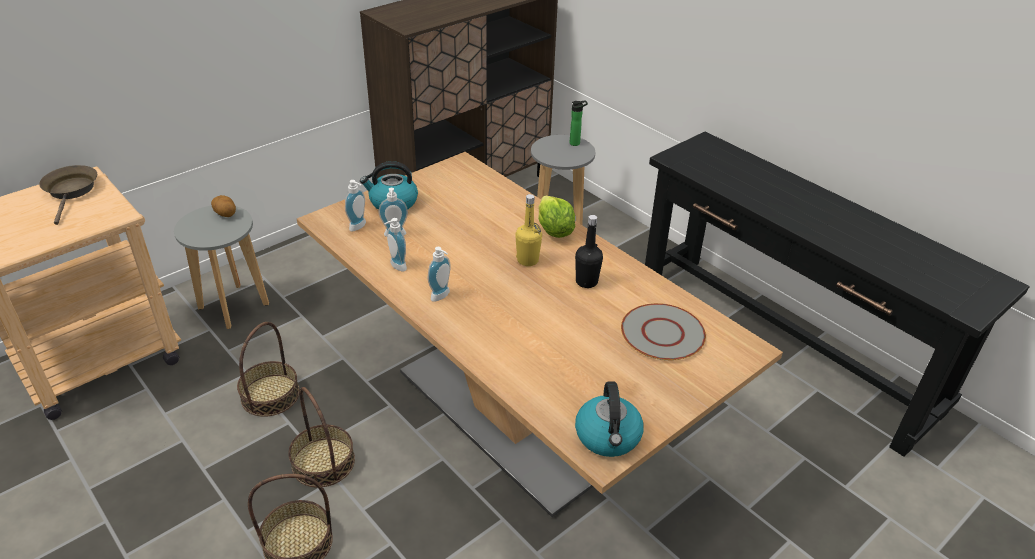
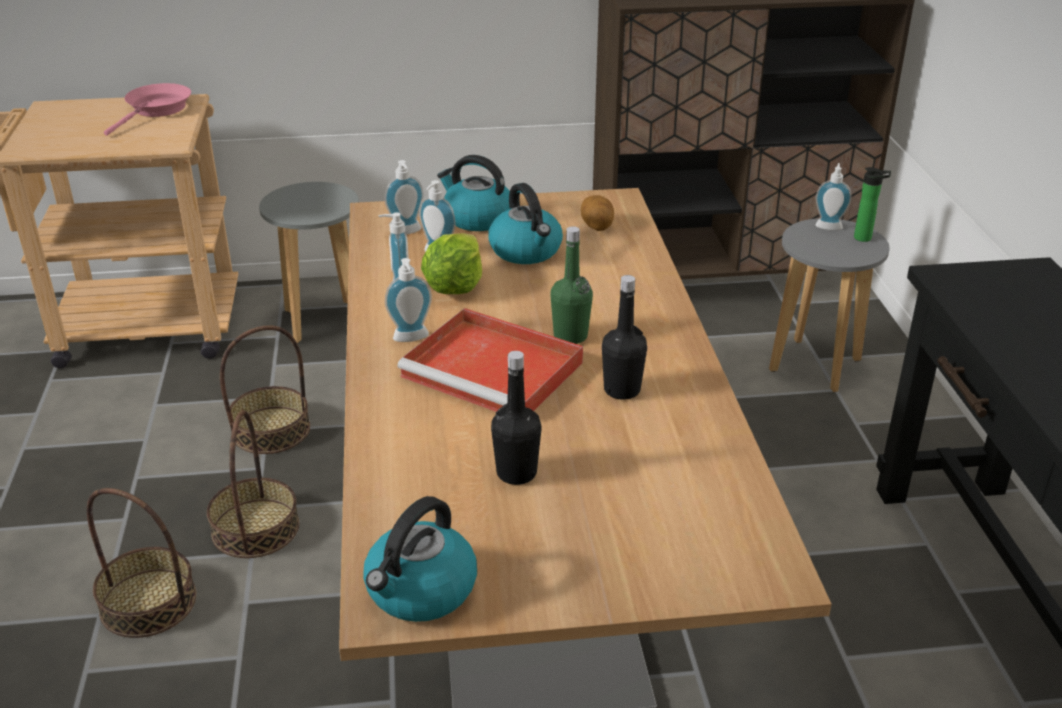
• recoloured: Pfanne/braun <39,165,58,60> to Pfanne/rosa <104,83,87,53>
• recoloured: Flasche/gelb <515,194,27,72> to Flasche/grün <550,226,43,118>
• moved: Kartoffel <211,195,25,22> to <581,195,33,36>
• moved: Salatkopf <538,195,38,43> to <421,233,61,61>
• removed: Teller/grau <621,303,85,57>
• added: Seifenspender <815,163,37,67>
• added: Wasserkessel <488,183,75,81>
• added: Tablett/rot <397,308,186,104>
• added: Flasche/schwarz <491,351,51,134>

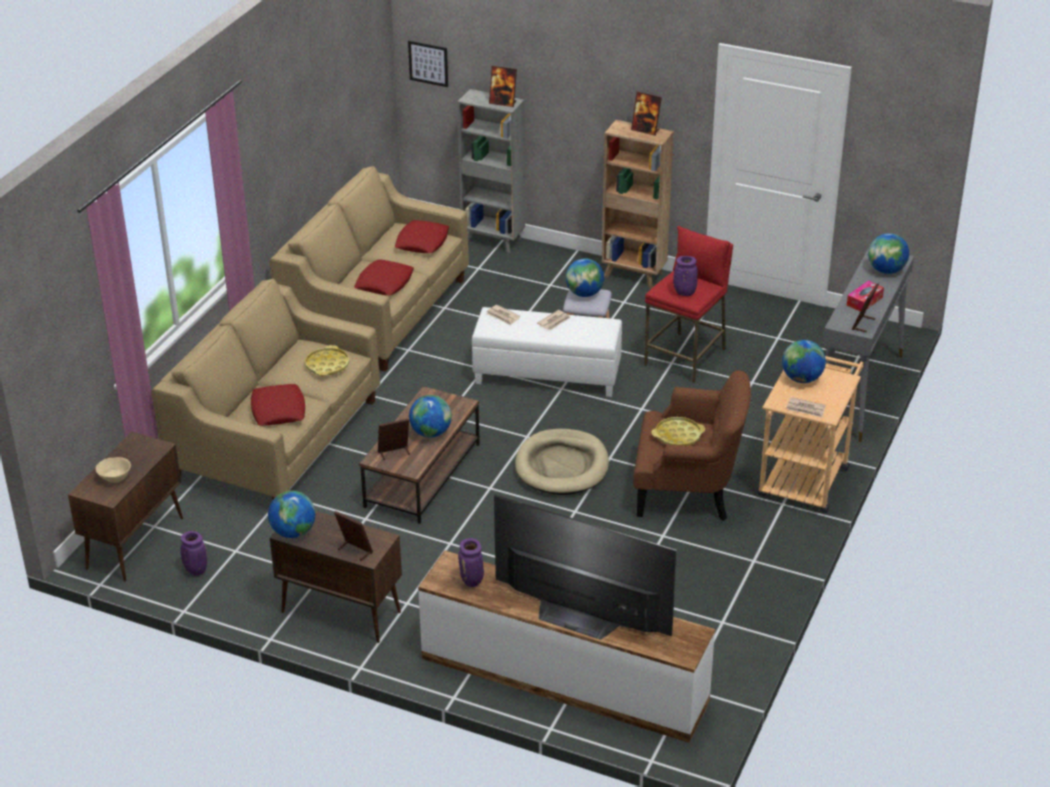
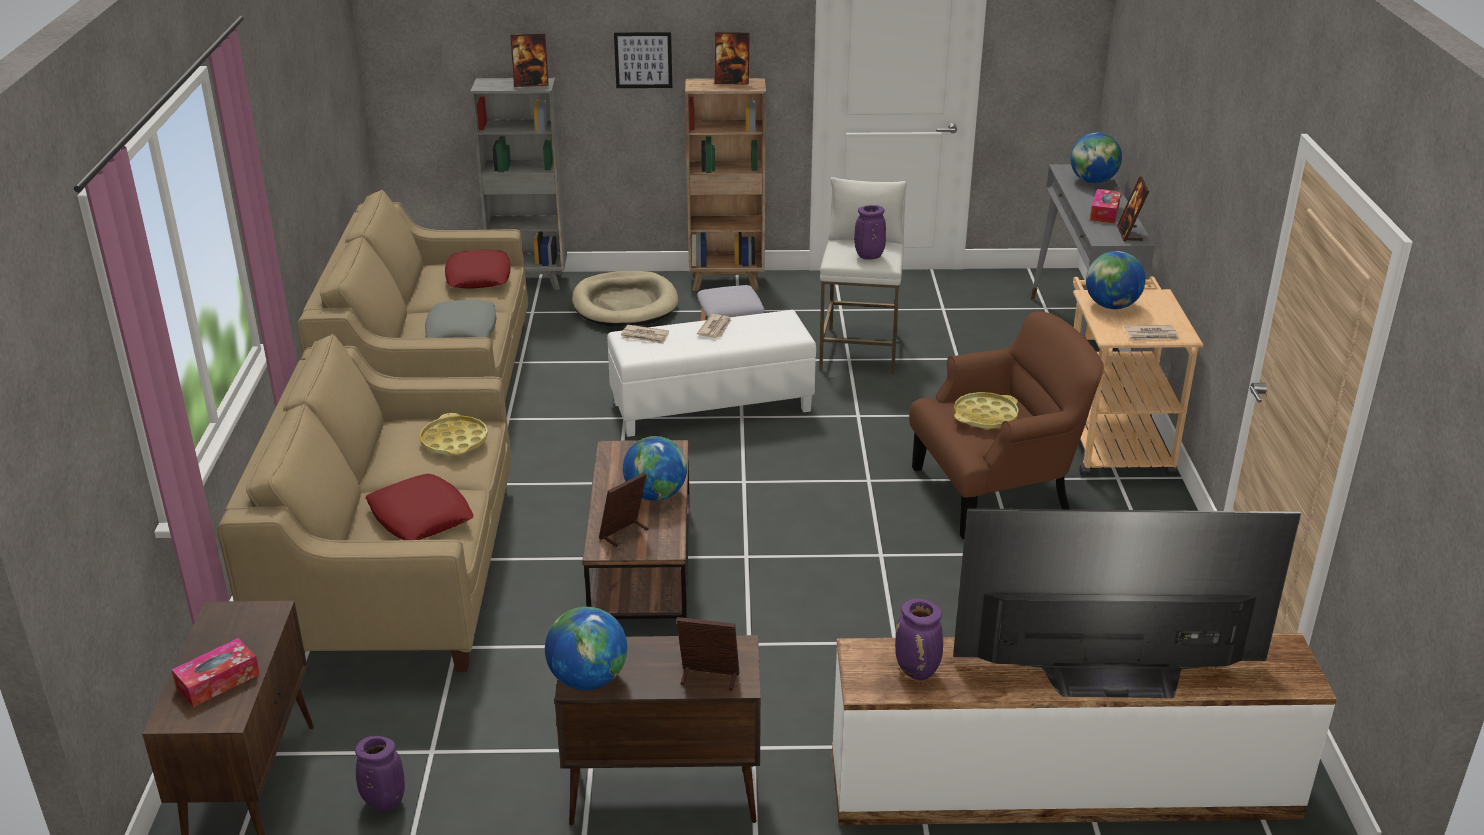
• moved: Bild <408,41,40,46> to <614,32,58,56>
• recoloured: Hocker/rot <644,226,89,157> to Hocker/weiß <819,177,88,197>
• removed: Globus <566,258,38,39>
• recoloured: Kissen/rot <354,260,60,36> to Kissen/grau <425,300,71,38>
• moved: Hundebett/beige <515,429,94,66> to <572,271,106,55>
• replaced: Schüssel/beige <96,457,35,26> to Taschentuchbox <172,638,88,69>

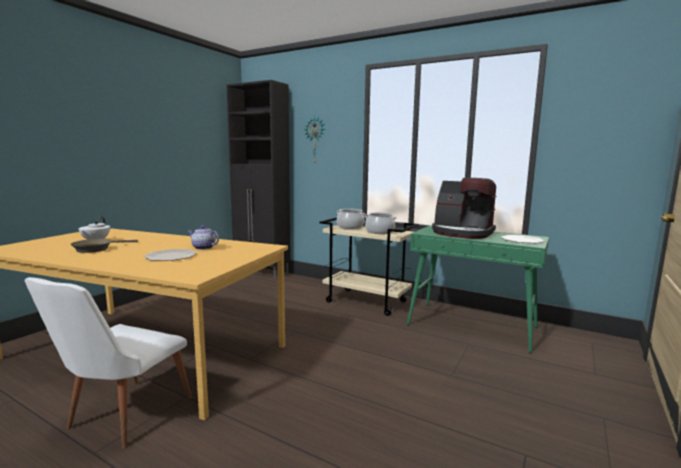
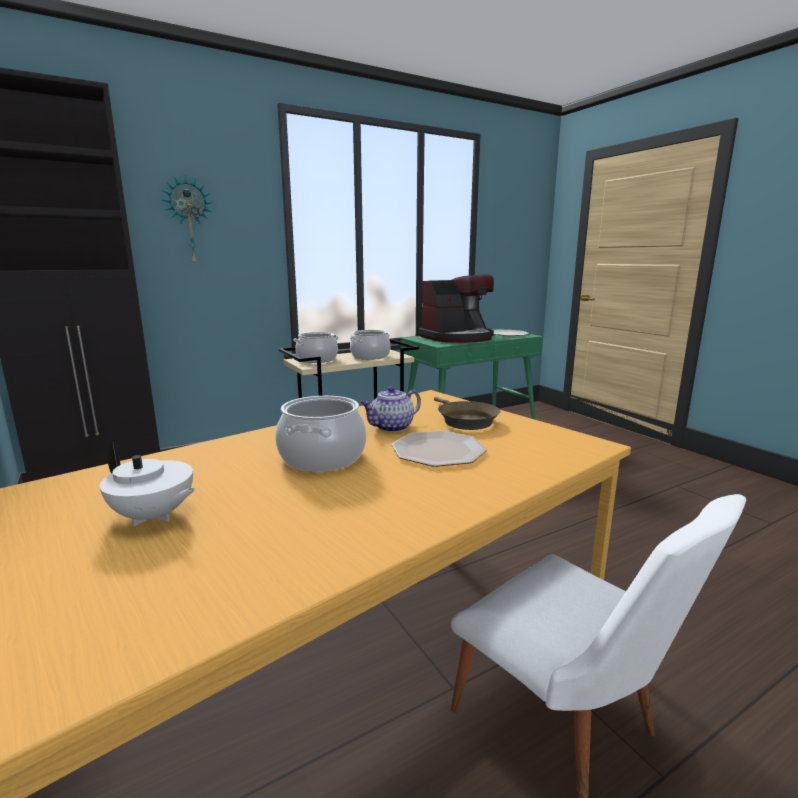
• moved: Pfanne/braun <70,239,68,14> to <434,397,66,33>
• added: Kochtopf <275,396,91,76>

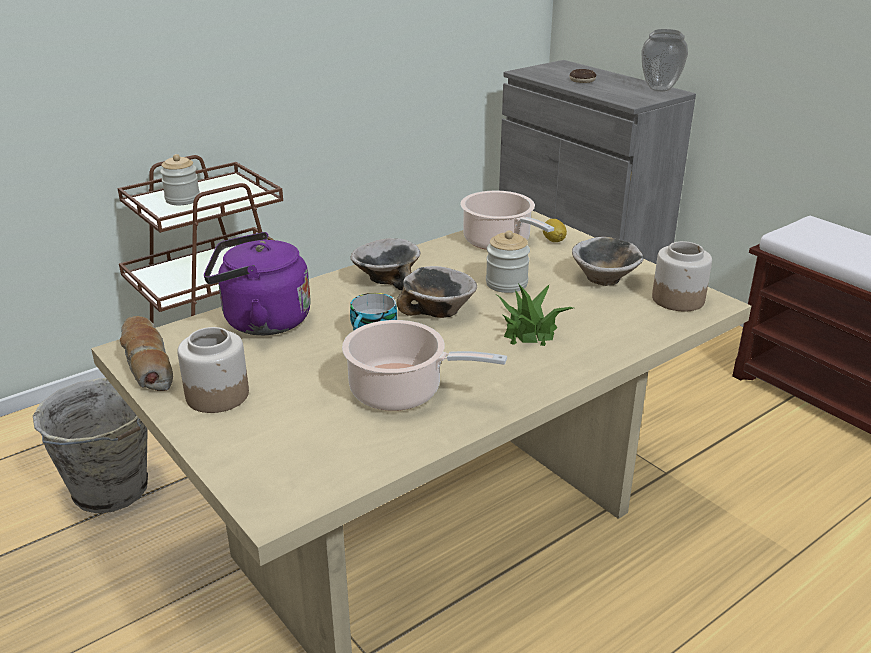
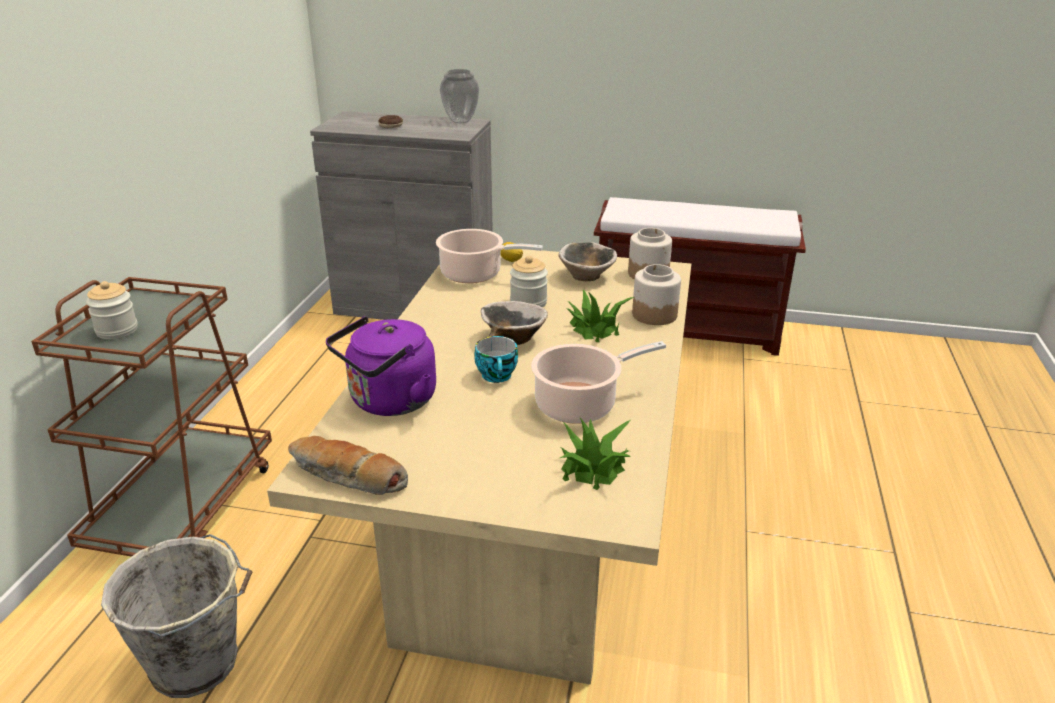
• removed: Schüssel <351,238,70,52>
• moved: Vorratsglas <177,327,72,86> to <632,264,49,61>
• added: Topfpflanze <559,418,72,72>

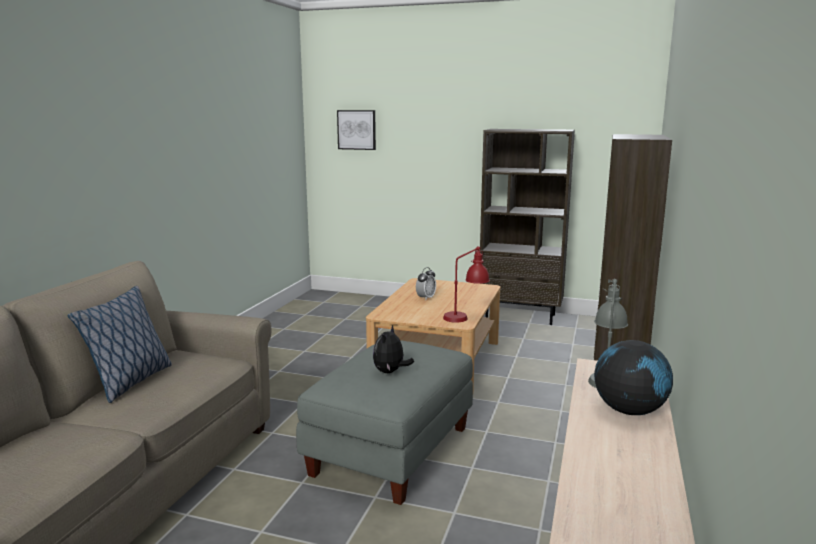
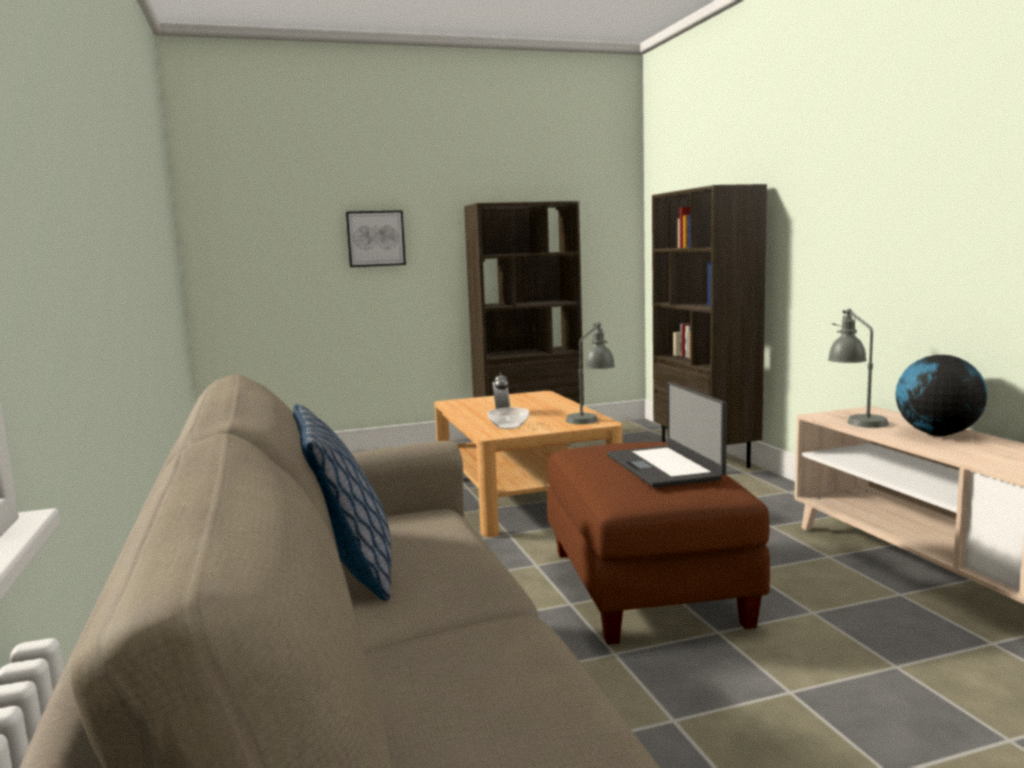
• moved: Bild <337,110,39,40> to <346,210,60,57>
• recoloured: Tischlampe/rot <443,246,47,77> to Tischlampe/grau <566,322,49,102>
• replaced: Plüschtier <373,325,41,48> to Laptop <607,382,120,106>
• recoloured: Polsterhocker/grau <296,340,177,165> to Polsterhocker/braun <547,442,223,203>
• added: Schüssel <487,407,42,22>

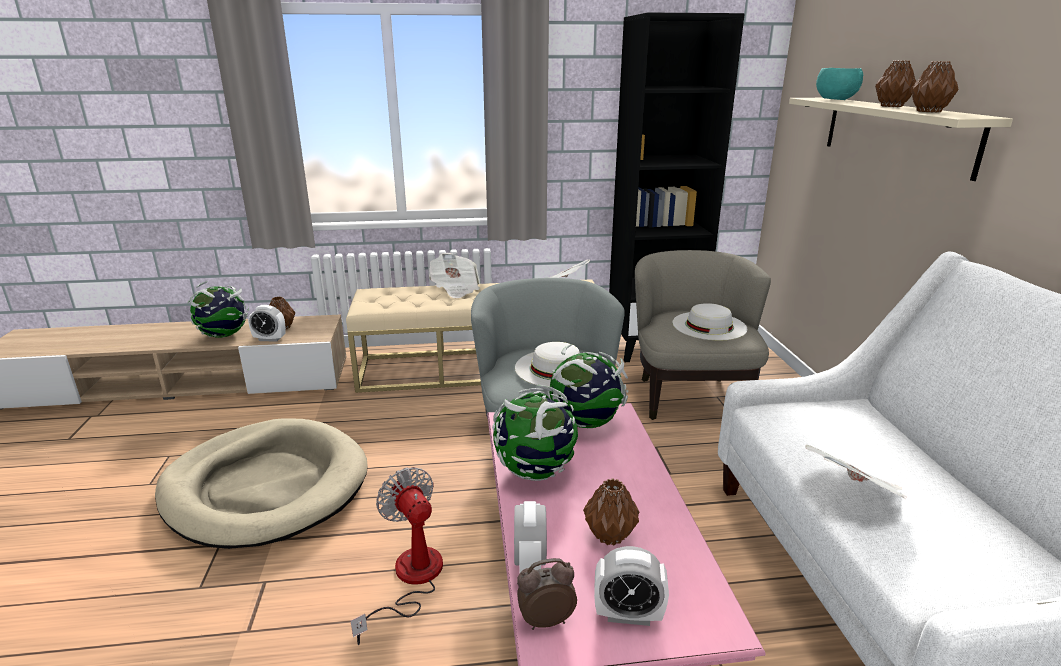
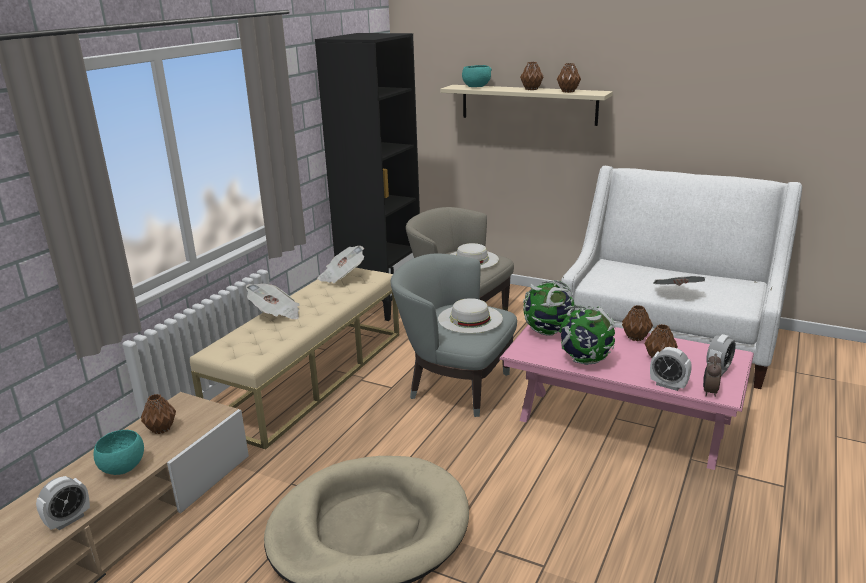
• replaced: Globus <187,281,62,57> to Schüssel/türkis <94,430,50,45>
• moved: Wecker <248,305,38,37> to <36,476,54,54>
• removed: Ventilator <350,467,93,178>
• added: Vase/braun <622,305,31,36>

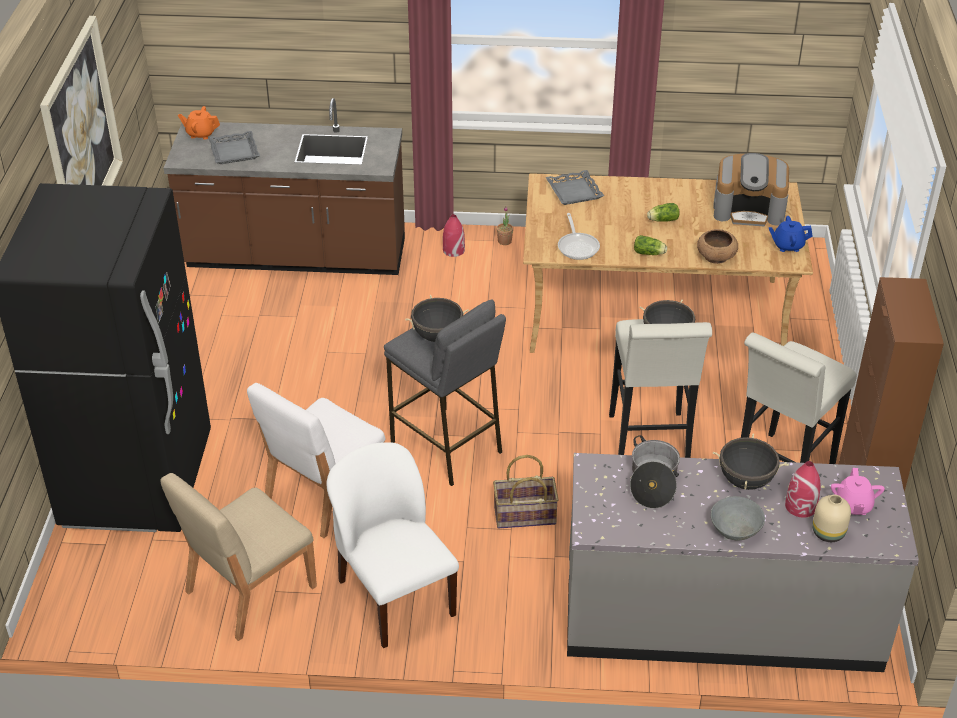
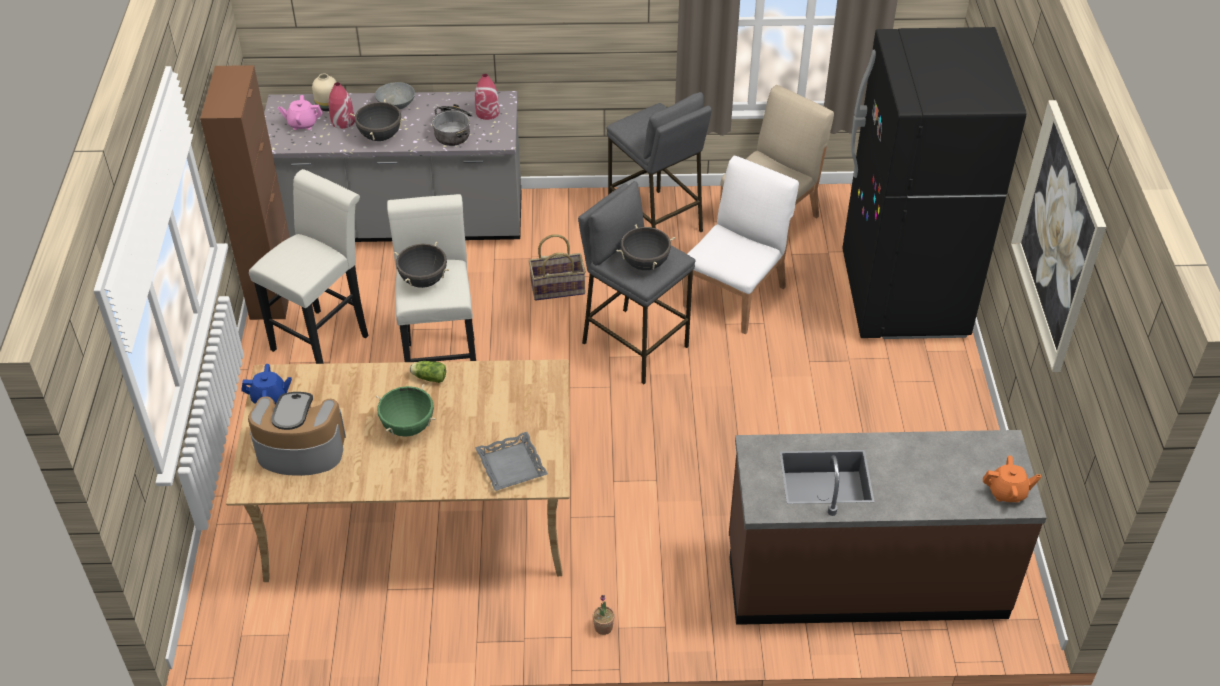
• removed: Tablett/grau <208,131,52,33>
• replaced: Salatkopf <647,203,32,19> to Kochtopf/grün <376,384,60,53>
• removed: Pfanne <558,213,42,47>
• moved: Vase/rot <443,214,22,43> to <475,74,24,46>
• removed: Schüssel/braun <697,229,41,35>
• replaced: Stuhl/weiß <326,442,133,206> to Hocker/grau <606,92,106,140>
• turned: Teekanne/rosa <831,468,54,47> = <278,95,45,35> 90 degrees counterclockwise

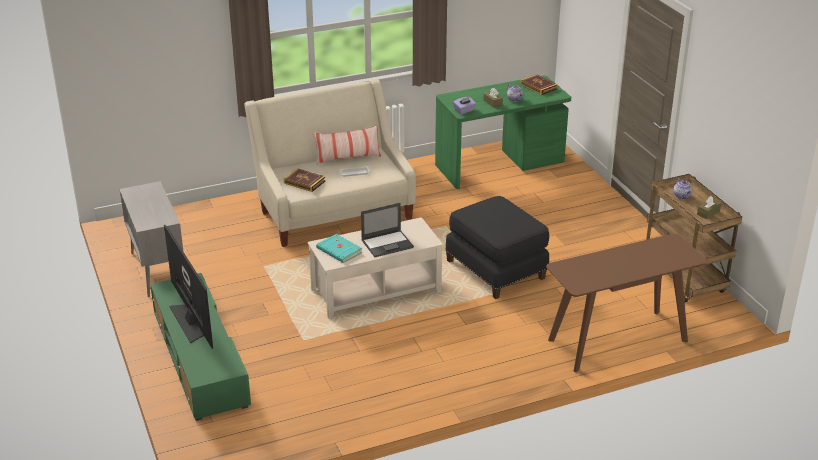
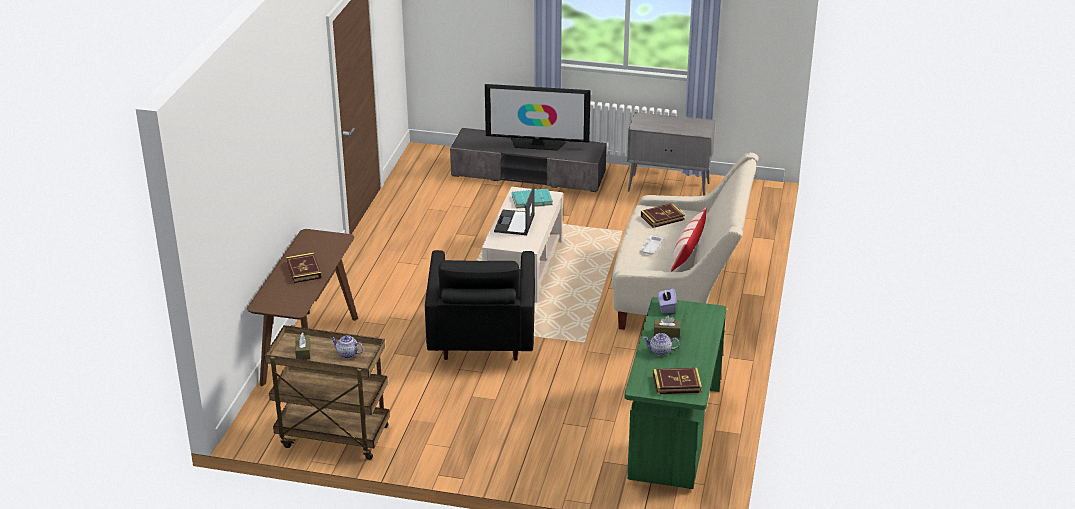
• replaced: Polsterhocker/schwarz <445,196,104,103> to Sessel/schwarz <425,250,110,111>
• recoloured: Fernsehschrank/grün <150,273,101,148> to Fernsehschrank/grau <450,128,156,64>
• added: Buch <286,252,36,31>

